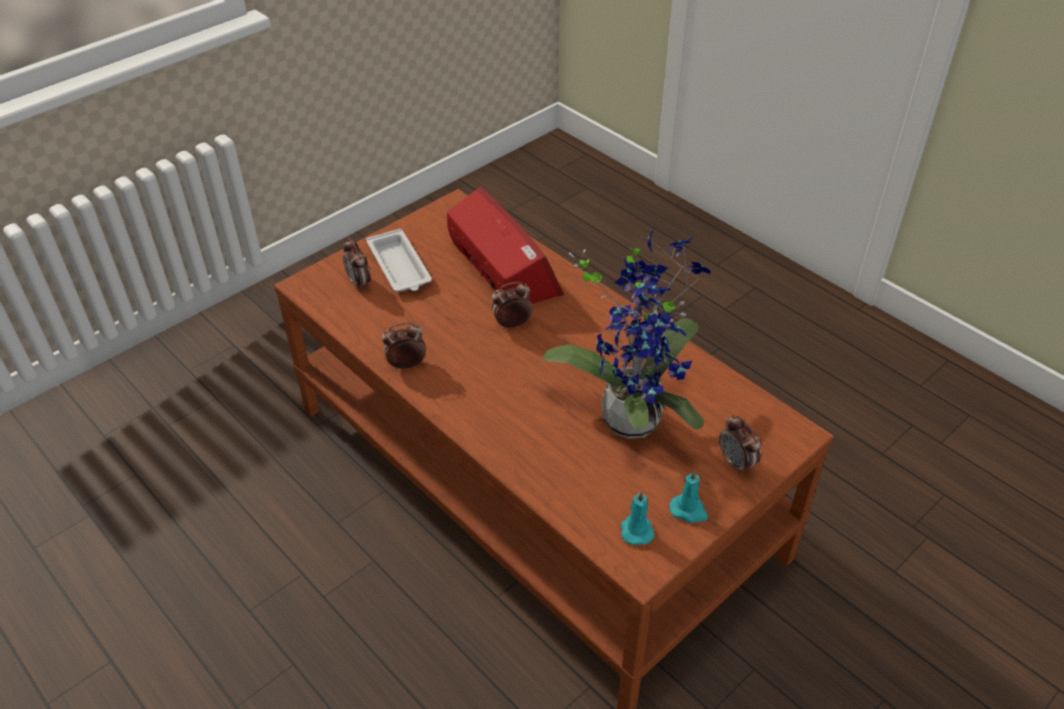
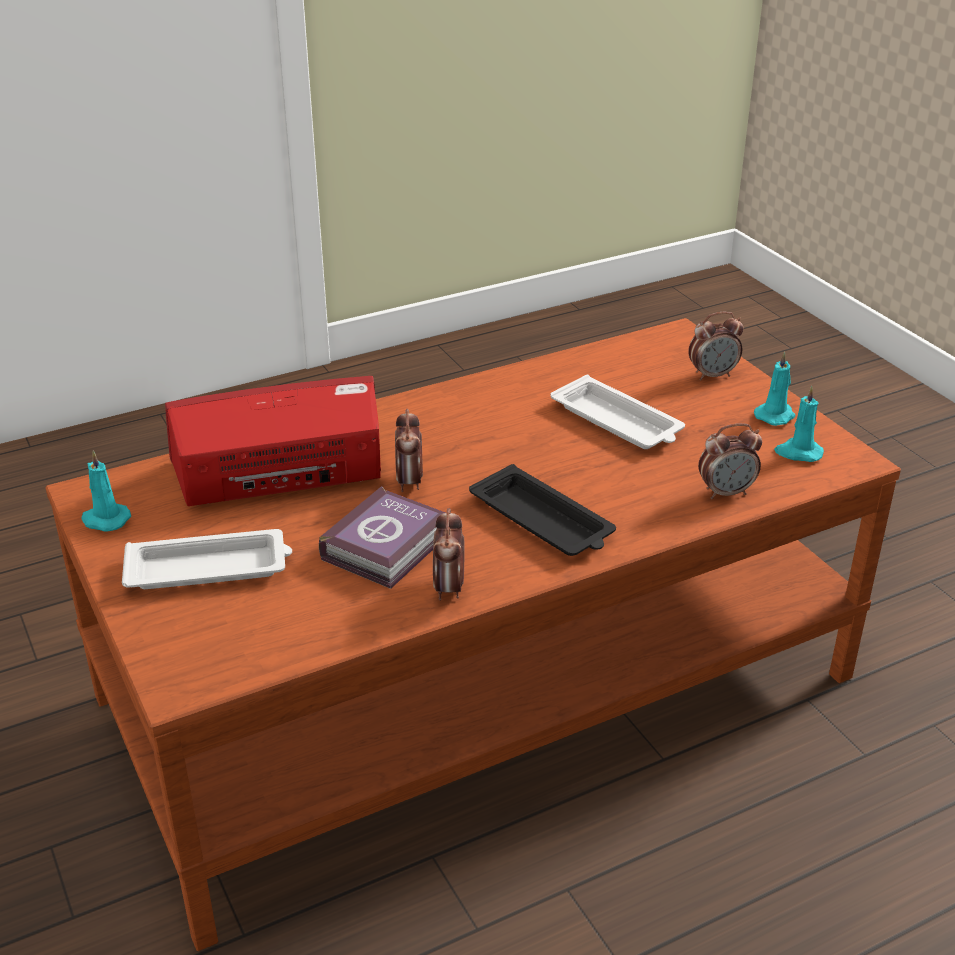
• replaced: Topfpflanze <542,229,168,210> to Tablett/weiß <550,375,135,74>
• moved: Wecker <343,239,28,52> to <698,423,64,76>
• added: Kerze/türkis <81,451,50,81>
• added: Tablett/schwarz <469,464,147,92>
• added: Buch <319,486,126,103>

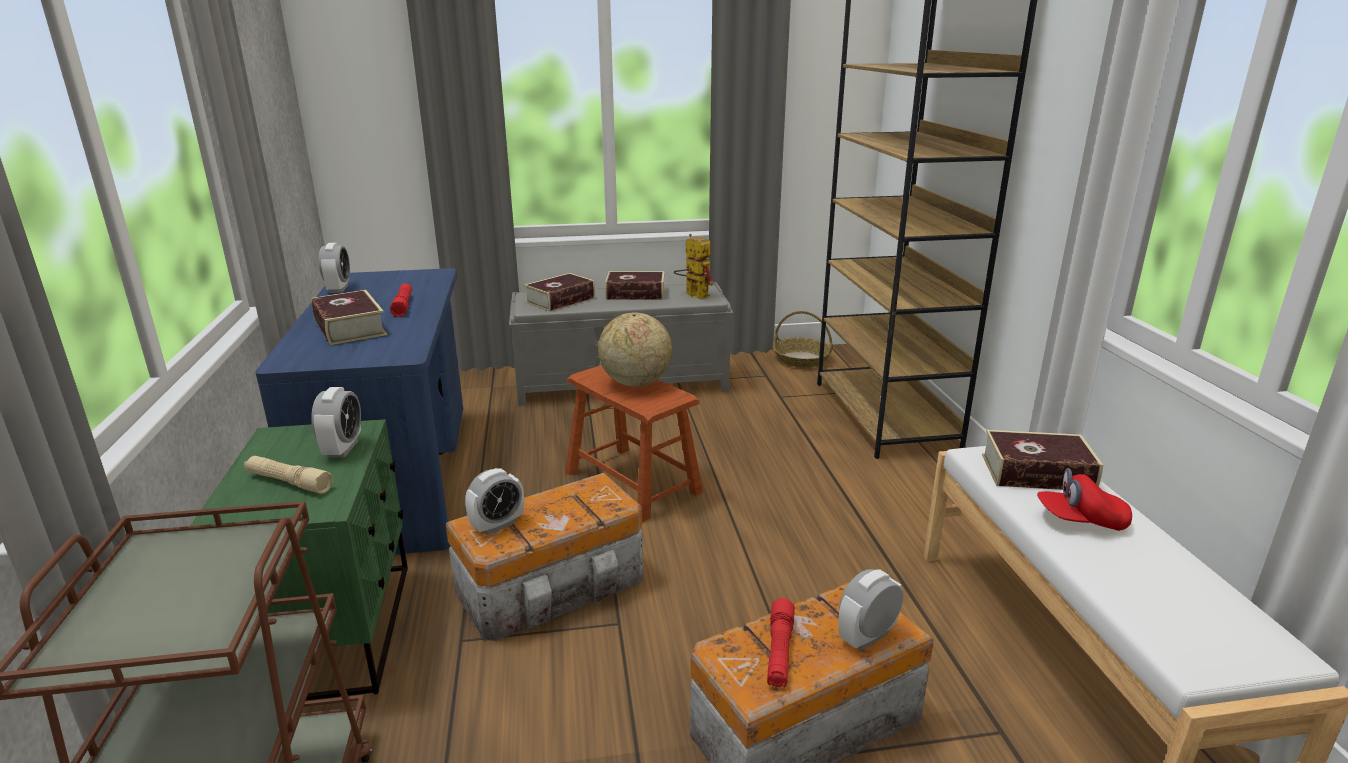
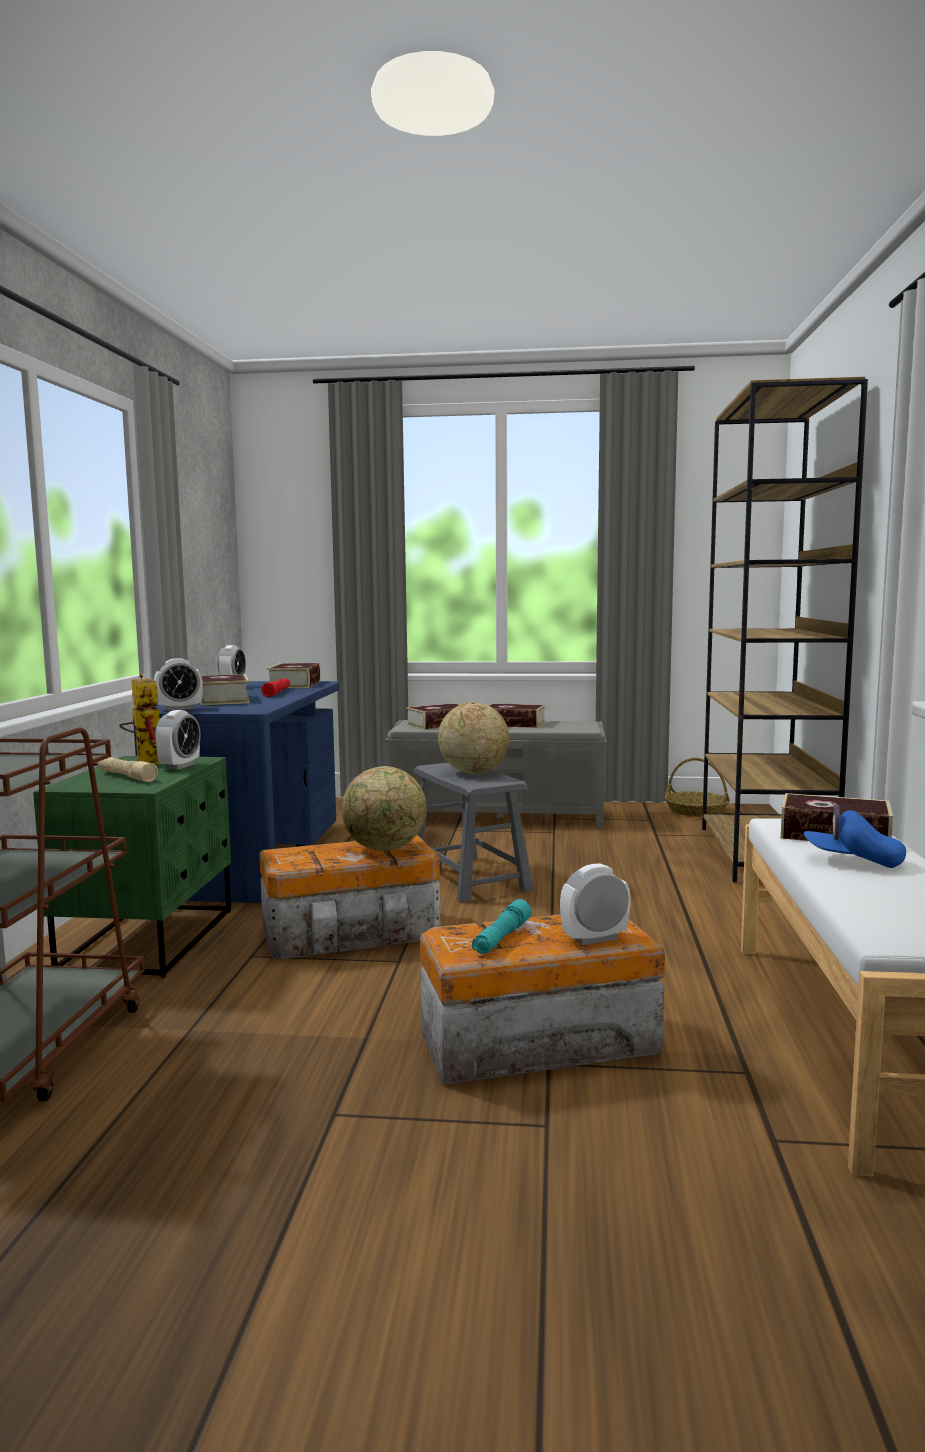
• moved: Spielzeugroboter <674,234,40,65> to <119,674,41,90>
• recoloured: Hocker/braun <565,365,138,157> to Hocker/grau <413,763,121,140>
• moved: Wecker <465,468,59,67> to <154,658,49,53>
• recoloured: Kappe/rot <1037,468,95,63> to Kappe/blau <804,804,102,64>
• recoloured: Taschenlampe/rot <767,598,28,89> to Taschenlampe/türkis <472,899,60,55>
• added: Buch <266,663,54,25>
• added: Globus <342,766,84,85>

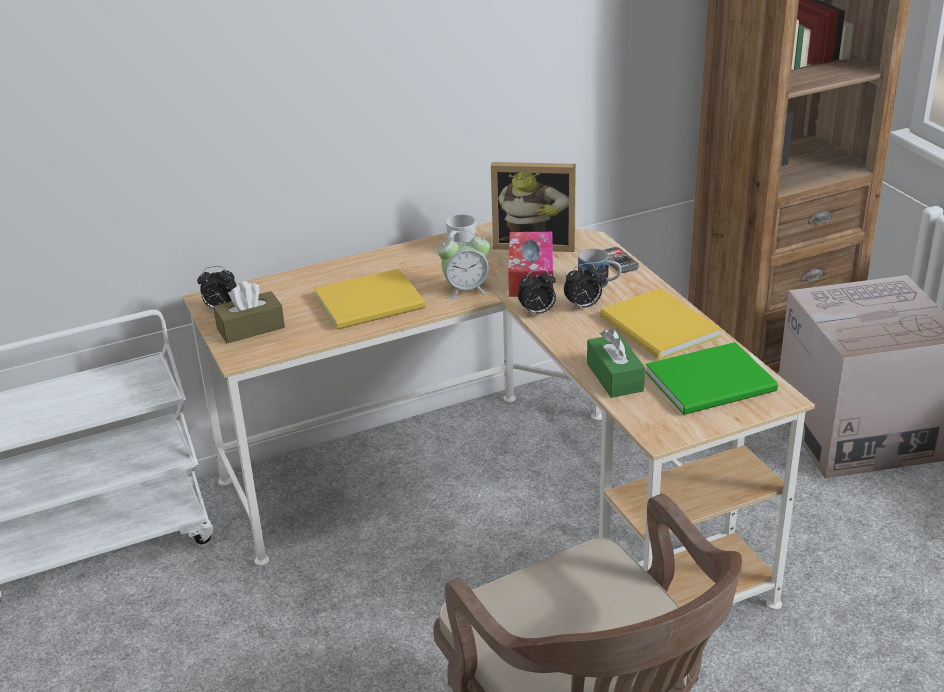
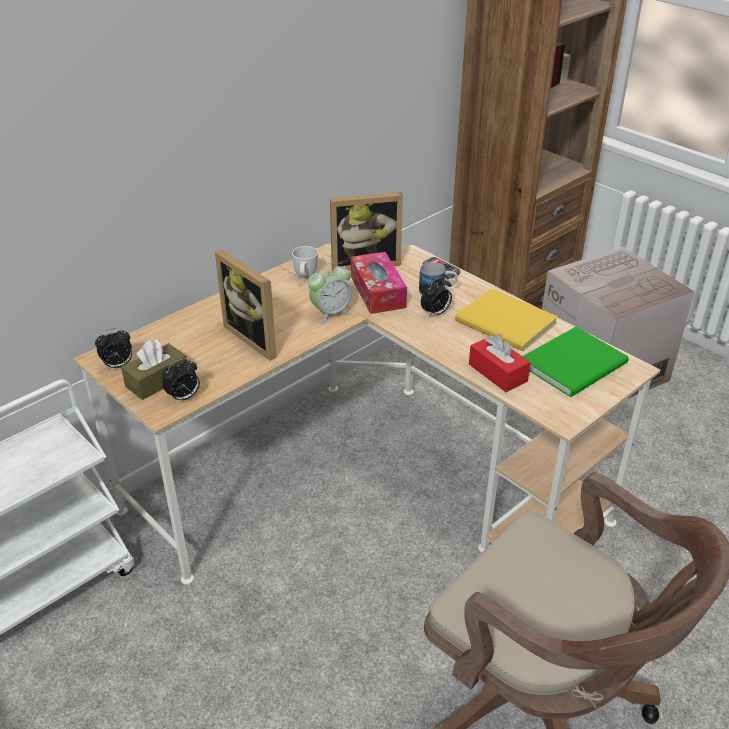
• replaced: Buch/gelb <314,268,111,62> to Bilderrahmen <215,249,62,112>
• moved: Wecker <518,269,38,47> to <162,358,38,45>
• recoloured: Taschentuchbox/grün <587,329,58,69> to Taschentuchbox/rot <469,334,62,58>

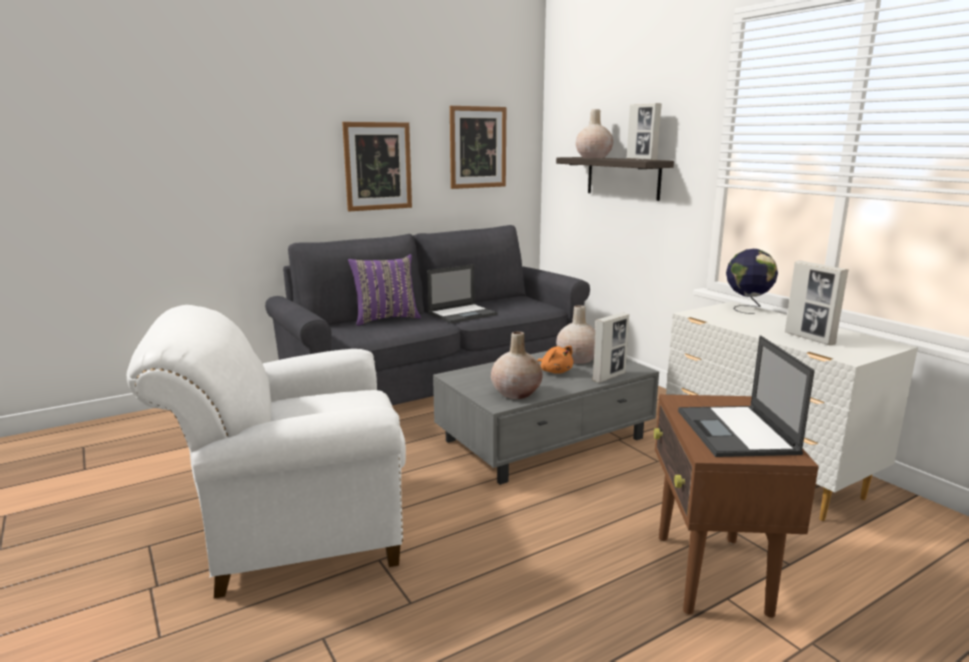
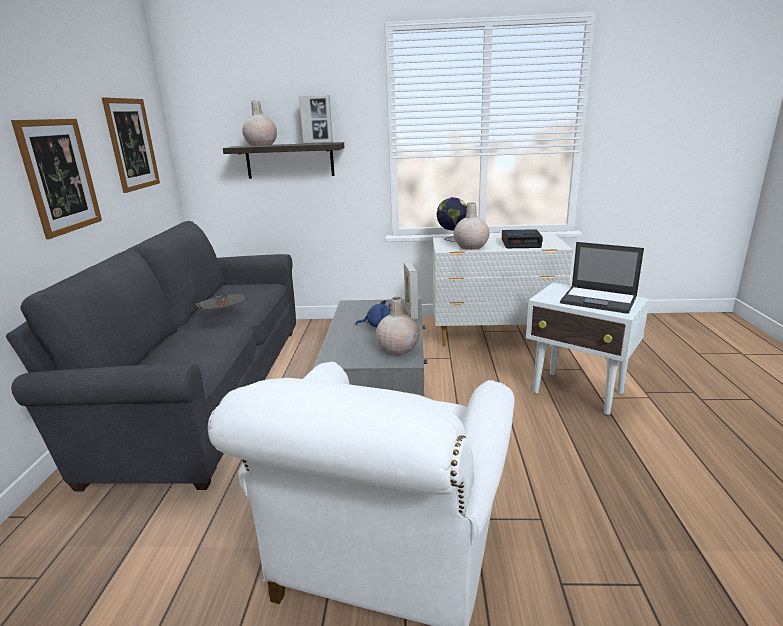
• removed: Kissen/lila <348,254,73,72>
• replaced: Bilderrahmen <785,260,64,85> to Wecker <502,229,41,19>
• replaced: Laptop <427,264,71,59> to Zeitung <195,294,52,16>
• moved: Vase/beige <556,305,39,59> to <453,203,36,47>
• recoloured: Plüschtier/orange <537,346,36,28> to Plüschtier/blau <356,300,35,27>
• recoloured: Beistelltisch/braun <654,394,165,224> to Beistelltisch/weiß <526,282,124,133>

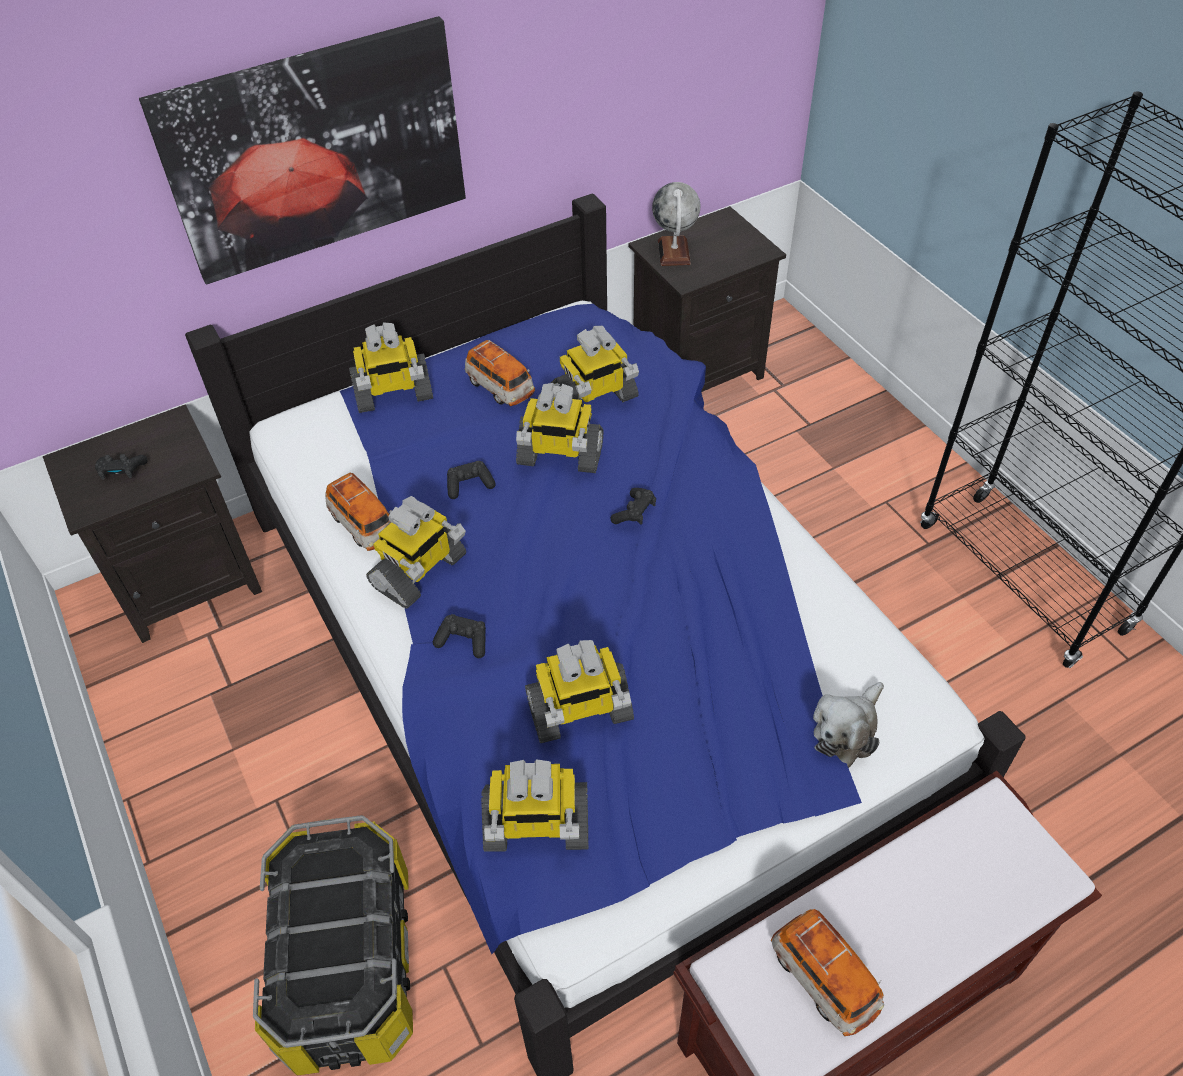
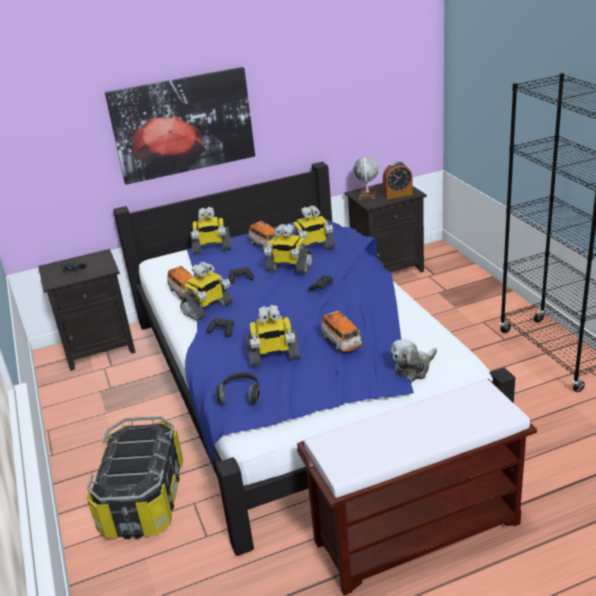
• replaced: Spielzeugroboter <481,759,107,93> to Kopfhörer <216,372,44,33>
• moved: Spielzeugauto <771,909,113,127> to <321,310,41,42>
• added: Wecker <383,162,30,37>

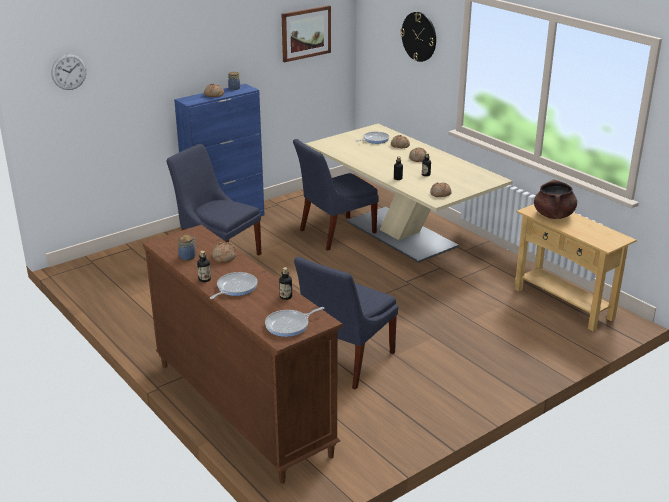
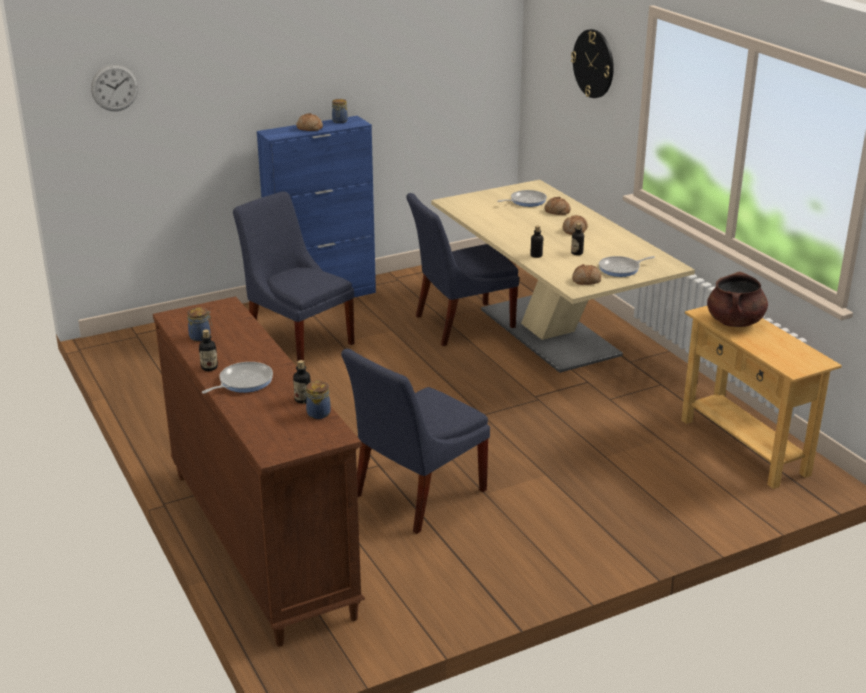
• removed: Bild <282,6,49,56>
• removed: Brot <212,242,24,21>
• moved: Pfanne <265,307,59,30> to <599,256,56,21>
• added: Vorratsglas <303,381,28,38>

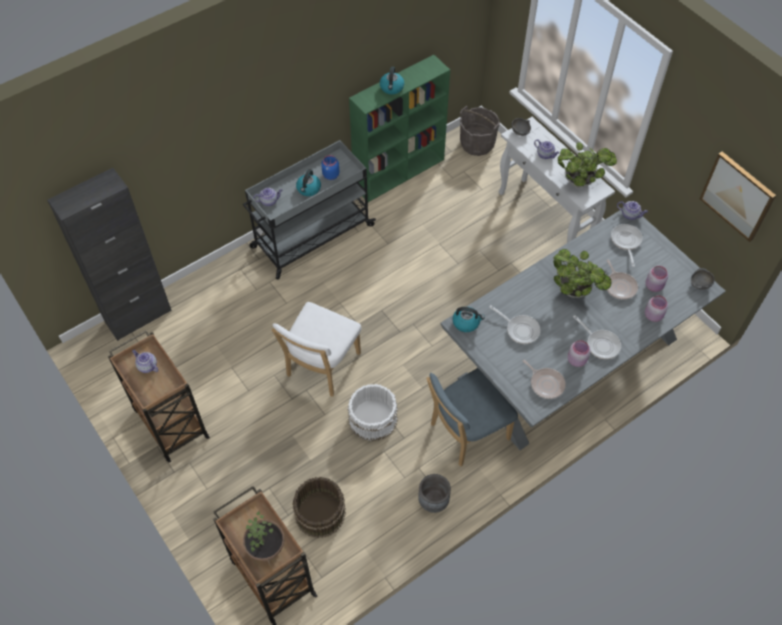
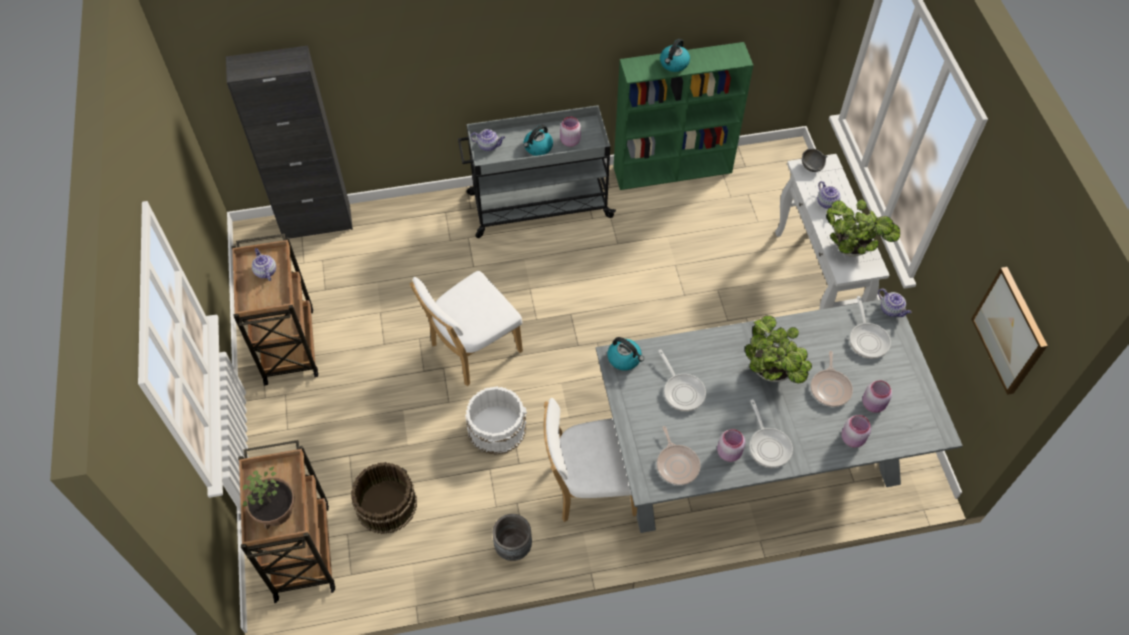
• removed: Eimer/grau <460,106,40,50>
• recoloured: Vorratsglas/blau <321,155,18,25> to Vorratsglas/rosa <560,117,21,30>
• turned: Pfanne <611,224,32,43> = <850,296,41,62> 150 degrees clockwise
• removed: Schüssel/grau <691,268,24,22>
• recoloured: Stuhl/blau <427,368,91,98> to Stuhl/weiß <544,398,93,124>

